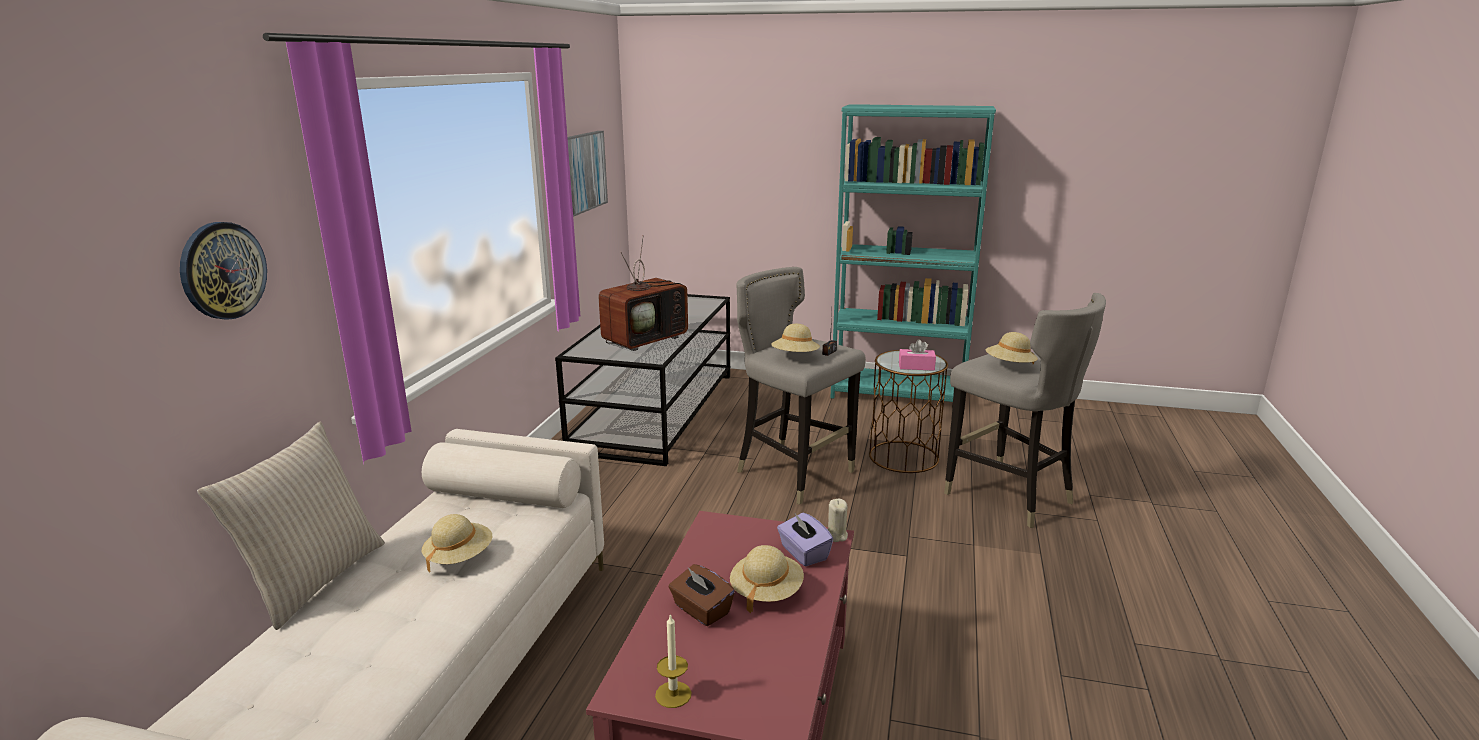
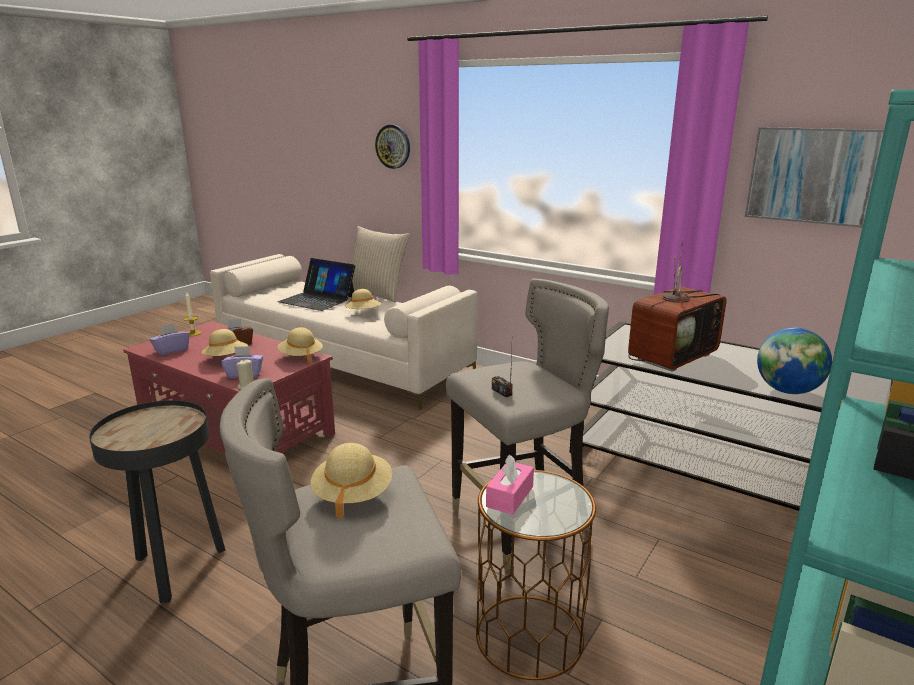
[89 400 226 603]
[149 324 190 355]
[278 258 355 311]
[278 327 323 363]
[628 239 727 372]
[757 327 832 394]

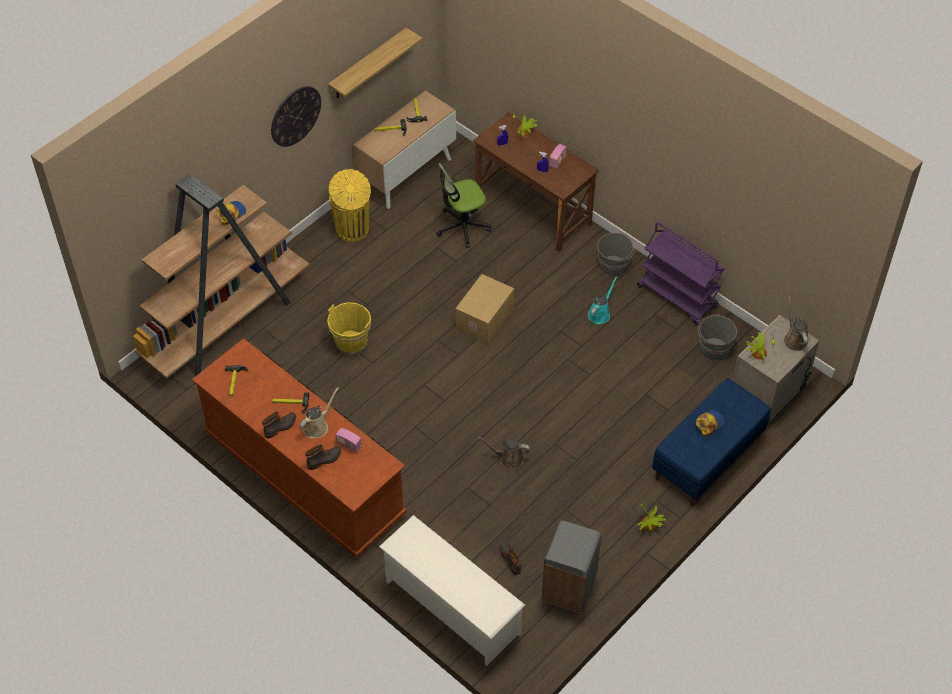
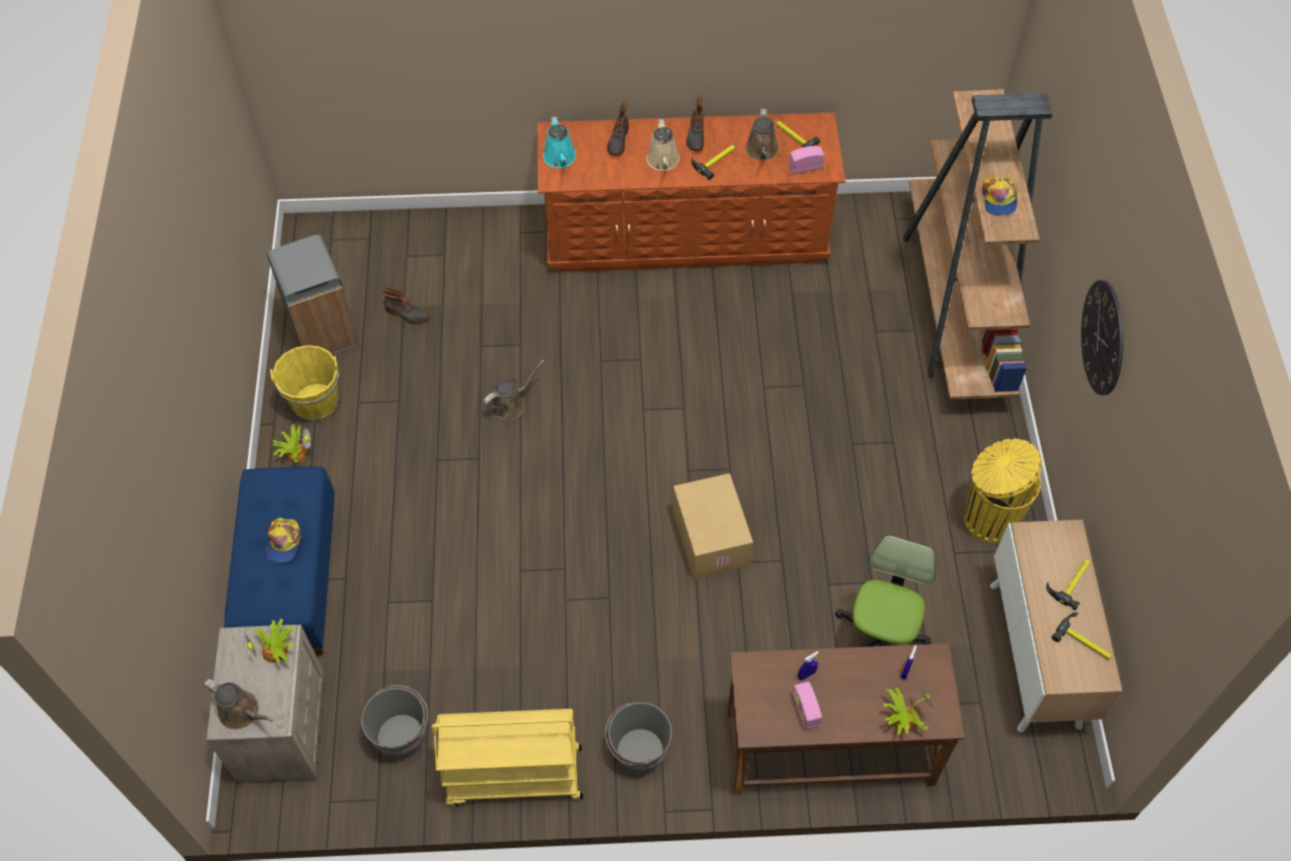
[270 345 339 422]
[432 709 583 806]
[543 116 576 168]
[746 109 778 161]
[789 146 825 174]
[328 28 422 98] (first image)
[379 515 525 666] (first image)

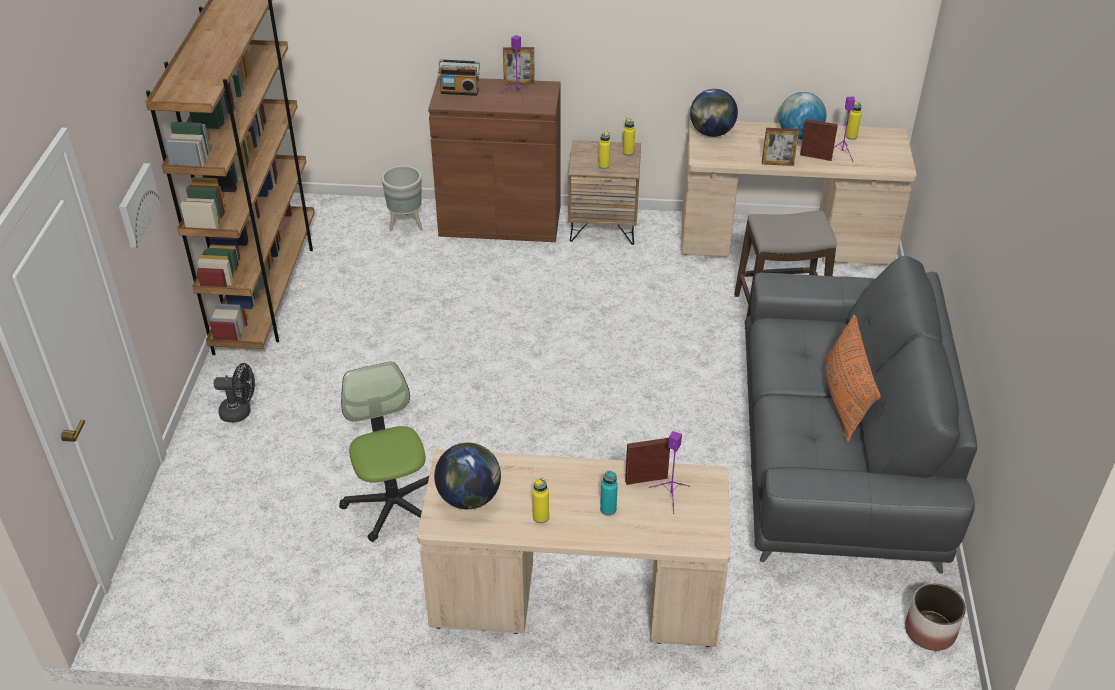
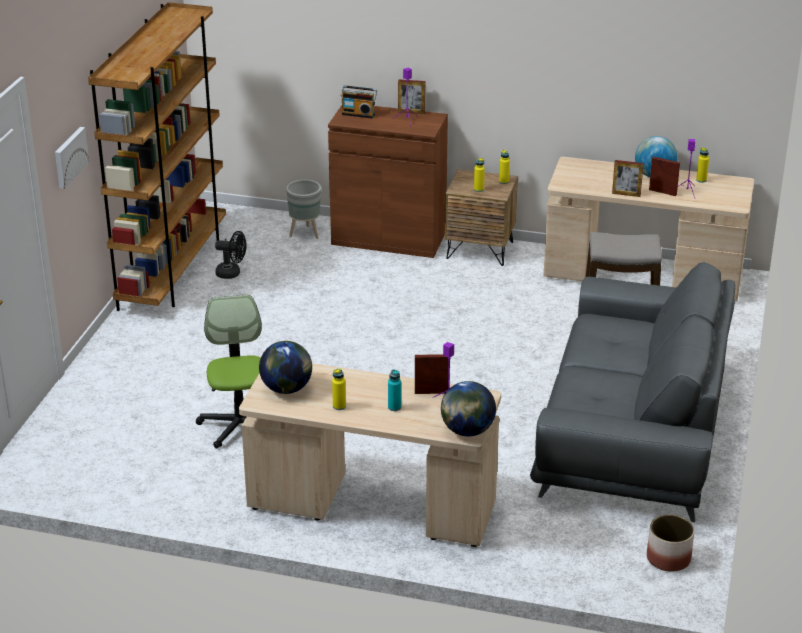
[215 231 247 279]
[441 381 496 436]
[824 315 881 442] (first image)

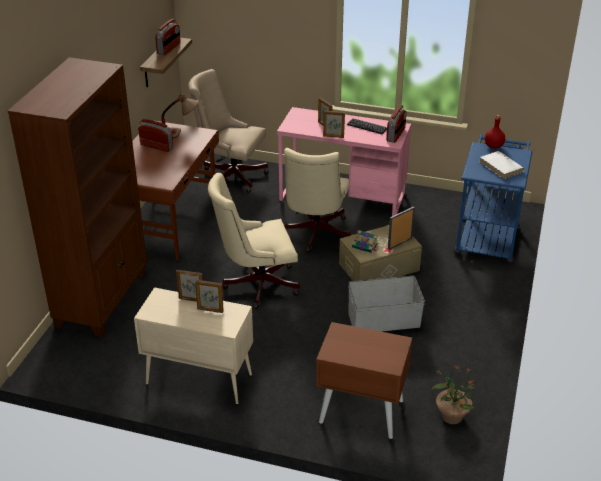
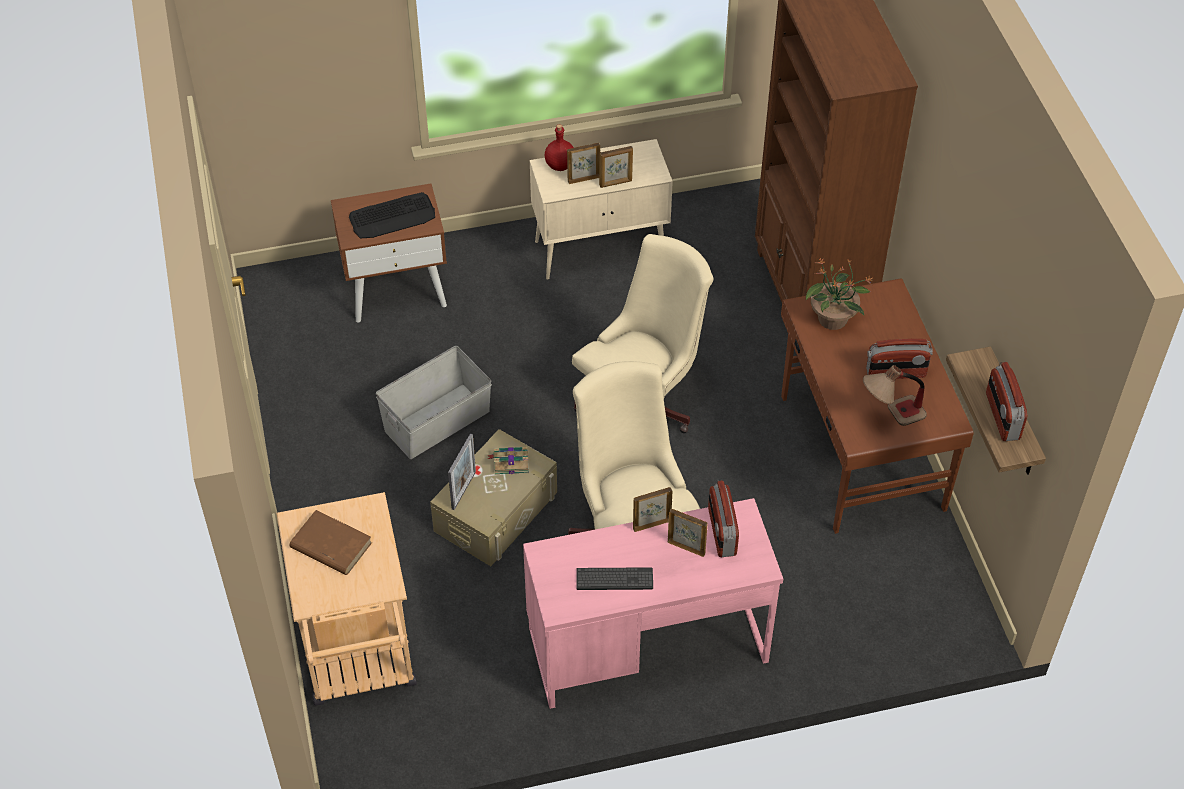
[276 492 417 706]
[289 510 372 575]
[349 192 435 238]
[544 124 574 171]
[708 480 739 557]
[806 258 873 330]
[188 69 269 193] (first image)

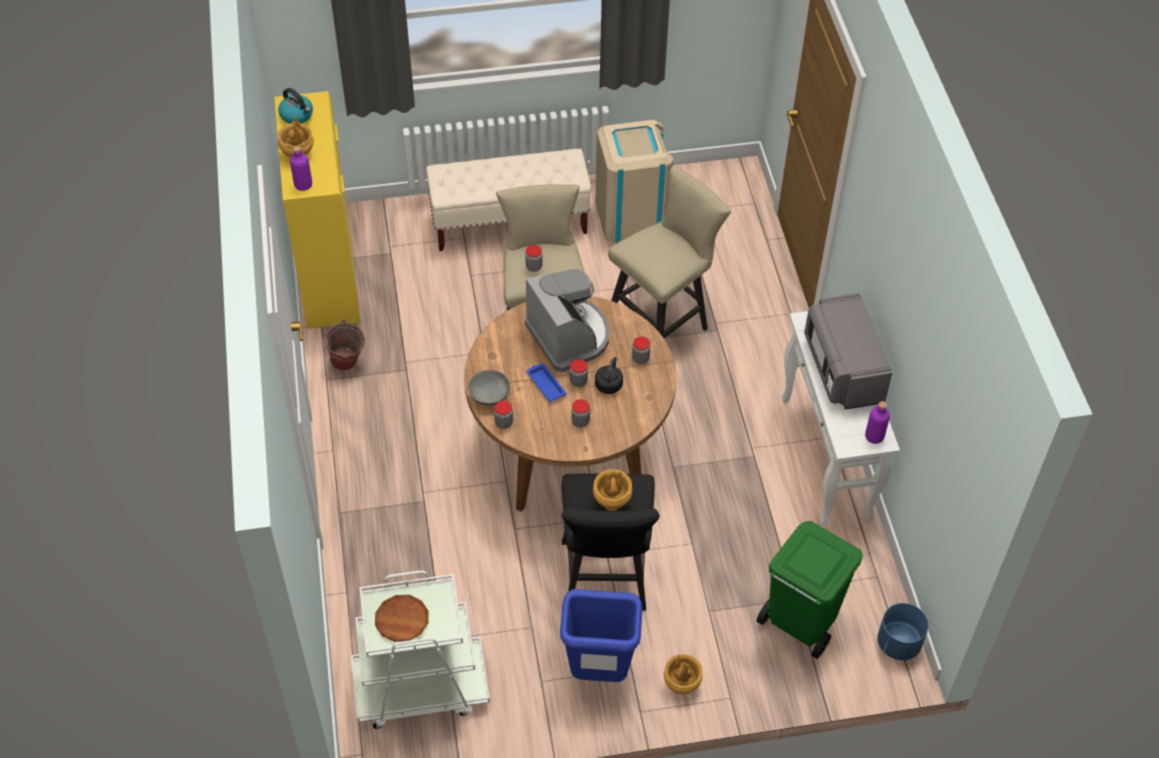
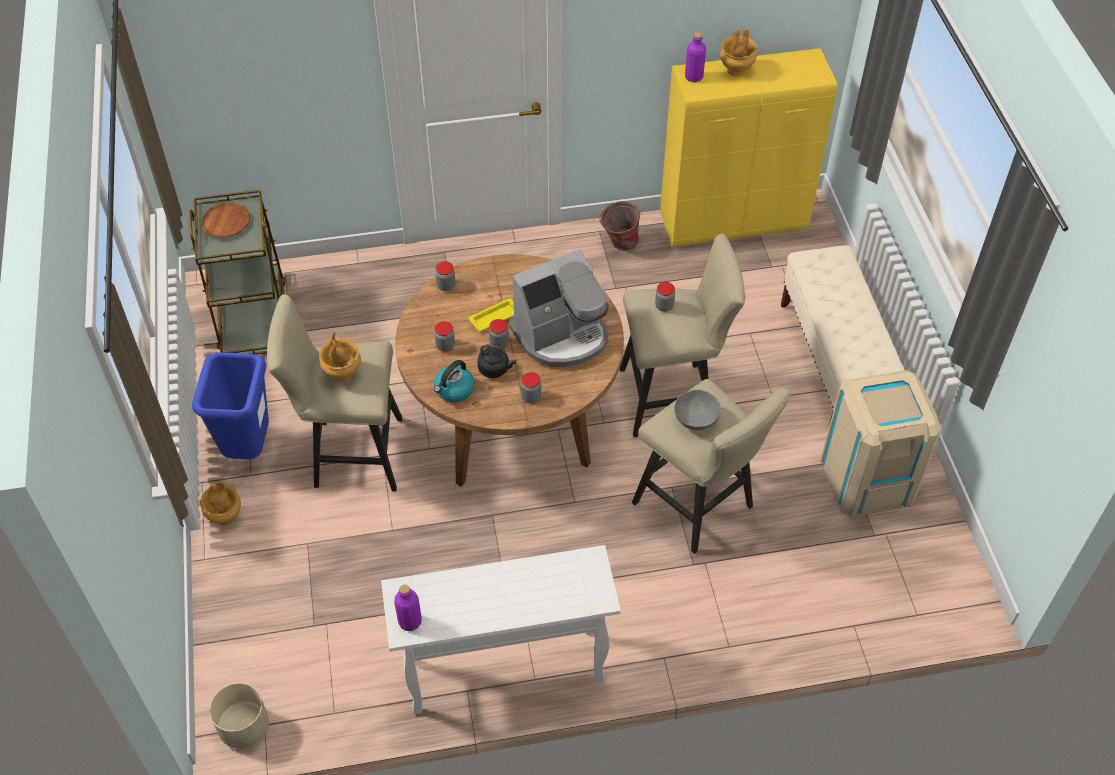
[189 190 287 355]
[209 683 269 749]
[267 294 402 491]
[434 360 475 402]
[469 298 514 331]
[674 390 721 430]
[757 521 863 659] (first image)
[804 293 892 410] (first image)

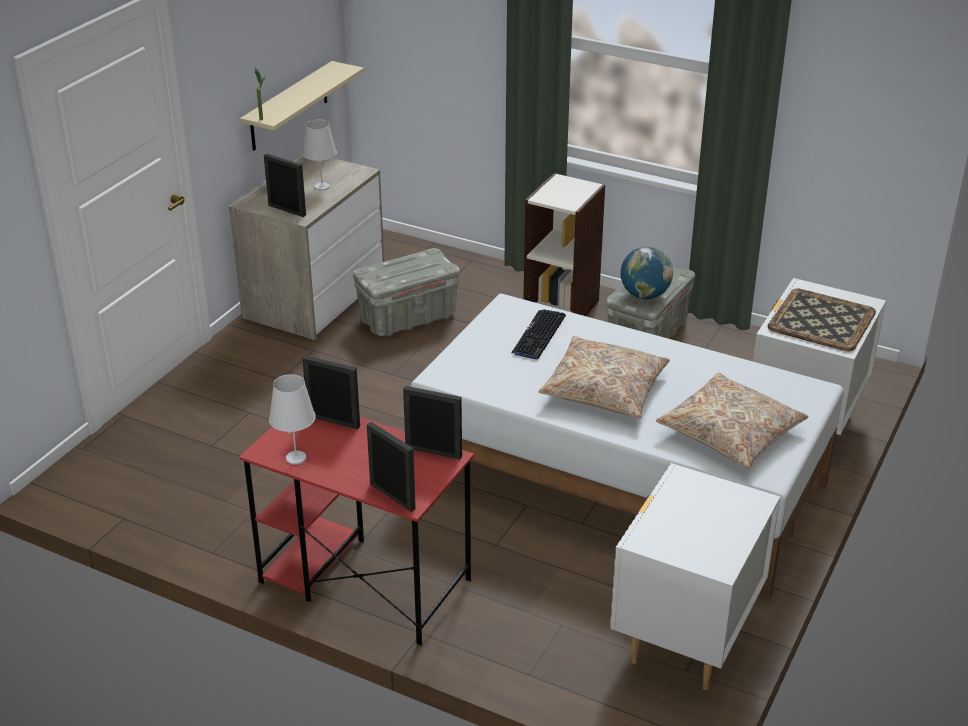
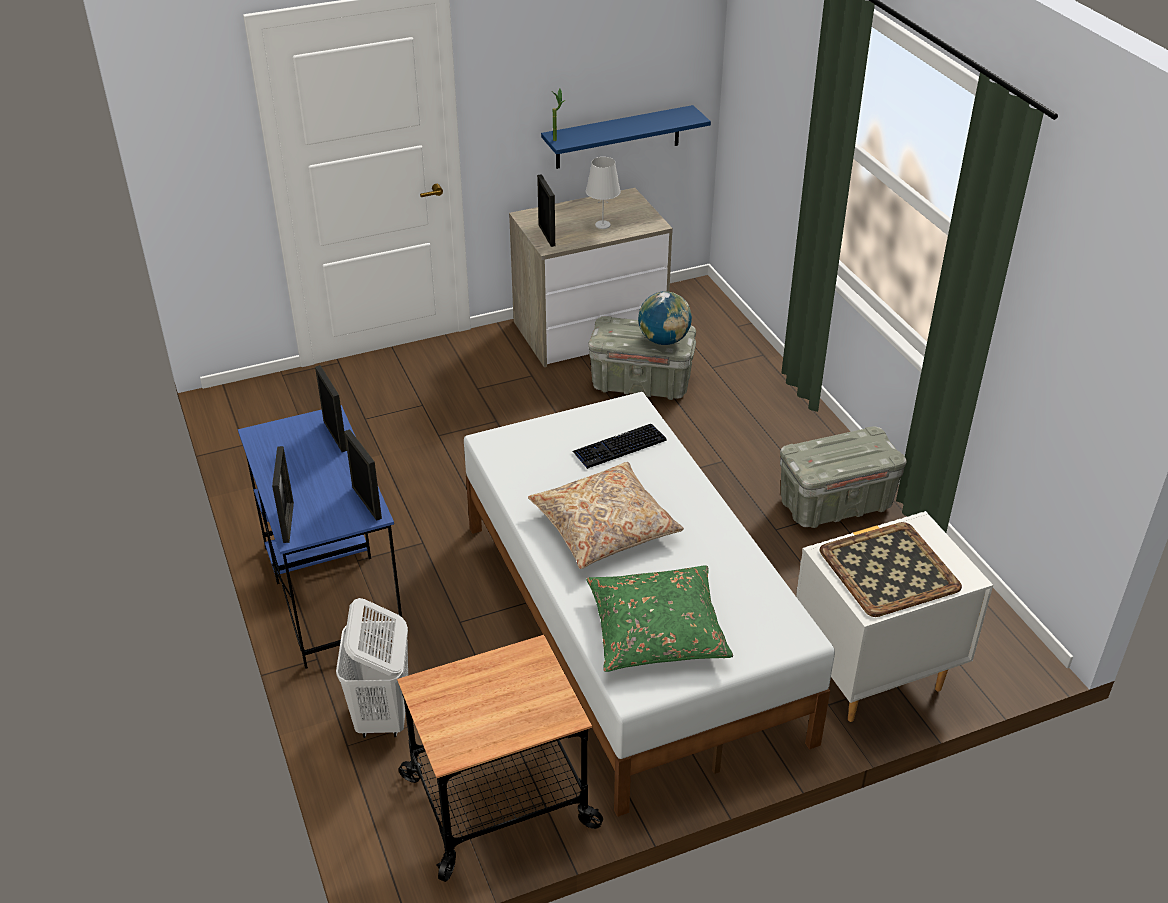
[238 405 402 669]
[336 598 408 738]
[397 635 603 882]
[541 105 711 169]
[586 565 733 672]
[638 291 692 345]
[269 374 316 464] (first image)
[523 173 605 316] (first image)

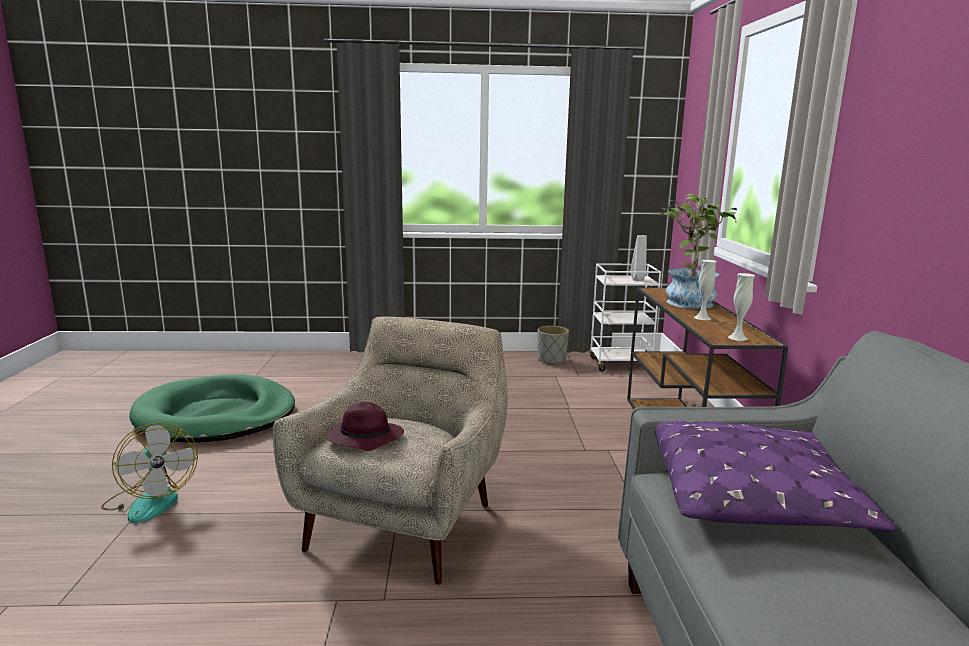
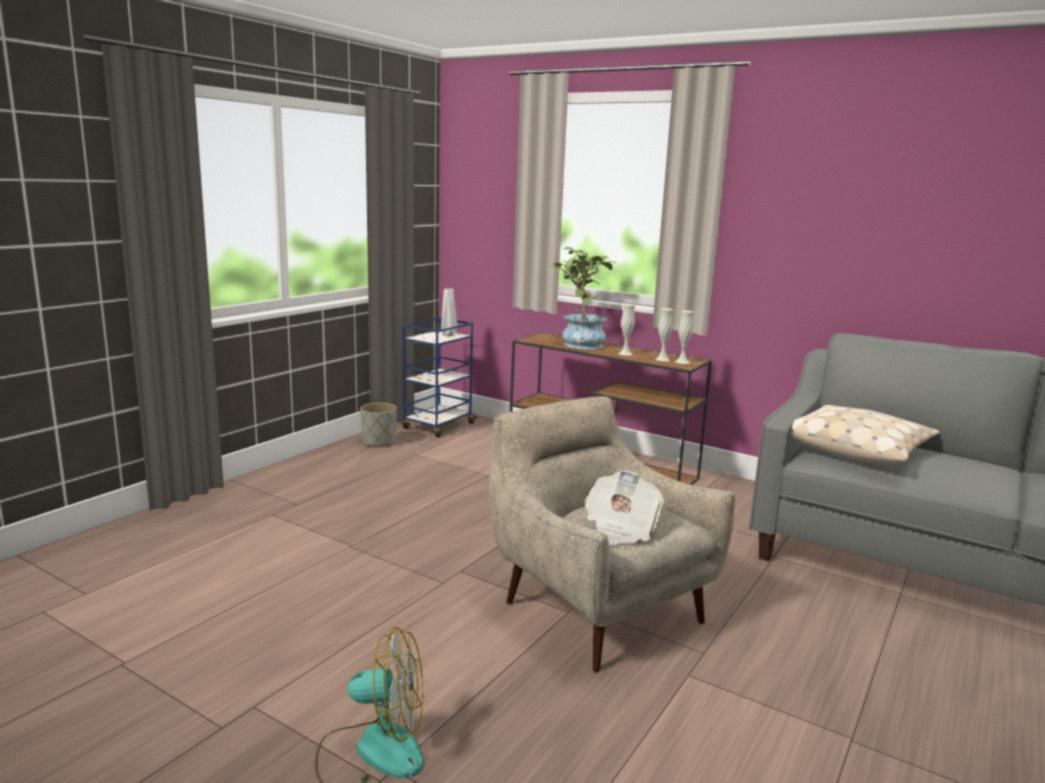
[402 317 477 437]
[584 470 664 545]
[656 308 673 361]
[791 405 940 463]
[129 374 295 443] (first image)

